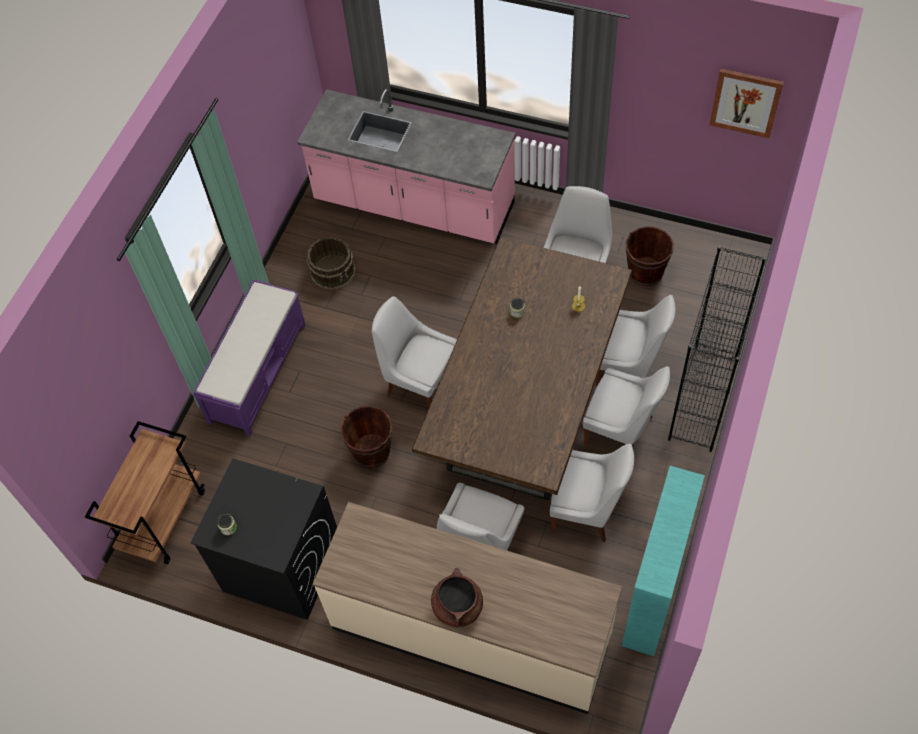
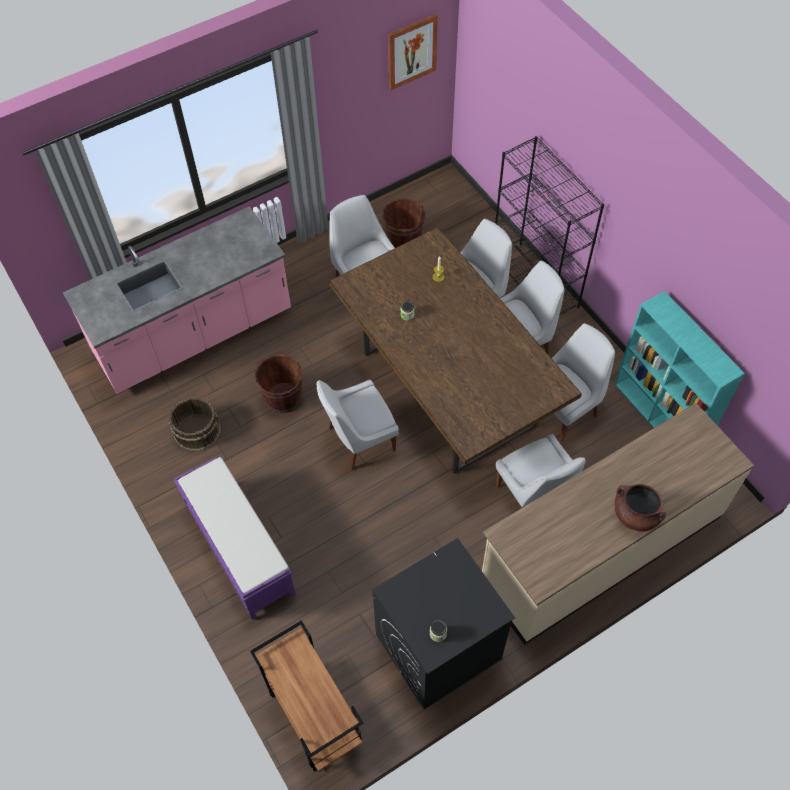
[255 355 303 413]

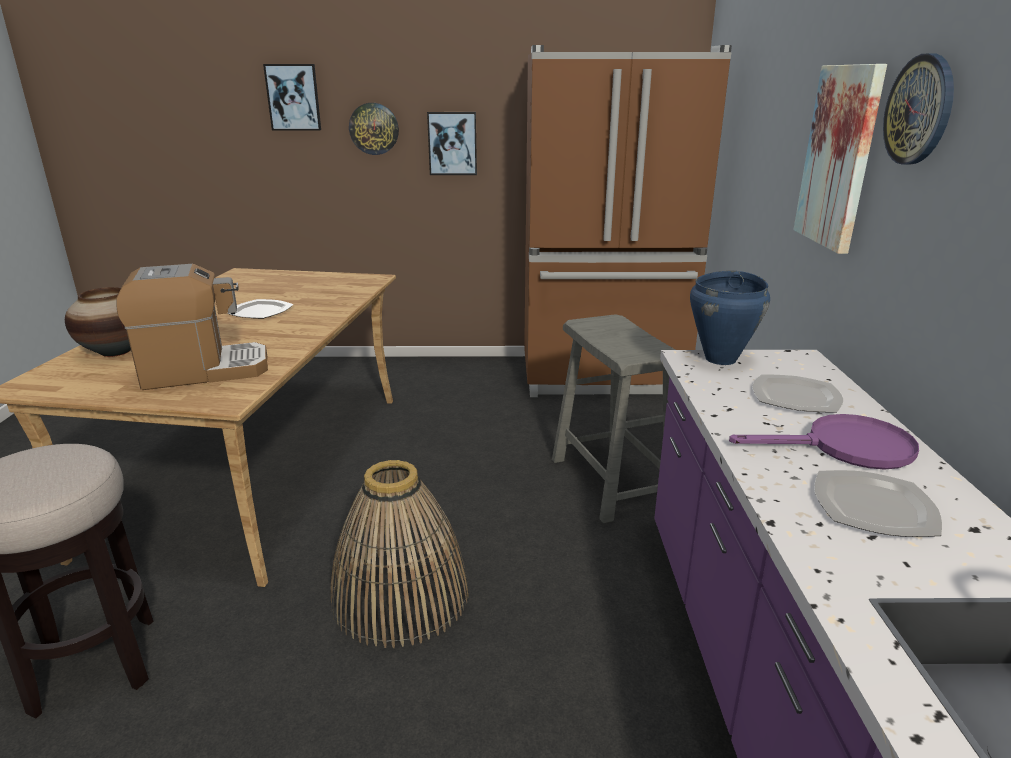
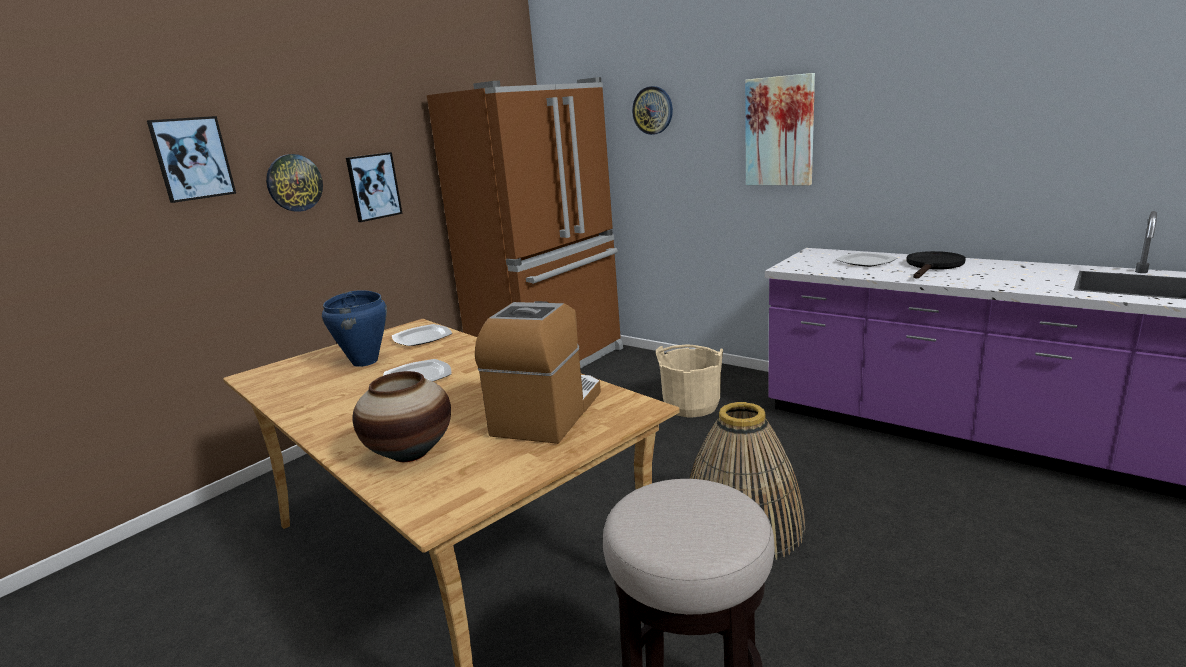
[322 290 387 367]
[392 324 452 346]
[632 86 673 135]
[656 345 723 418]
[906 251 966 279]

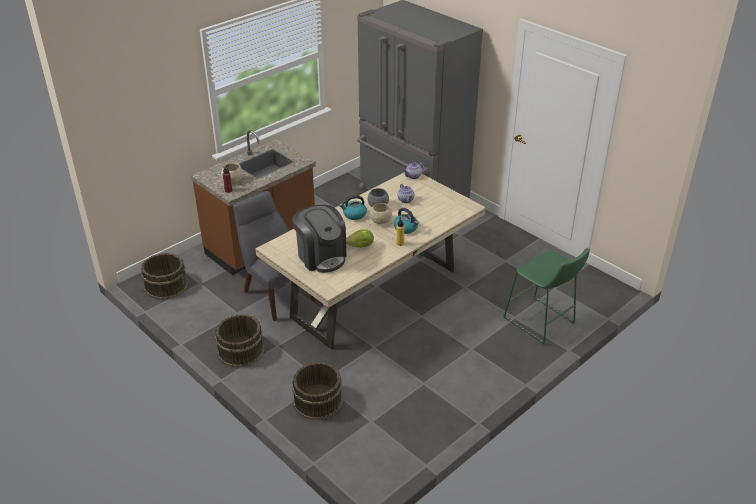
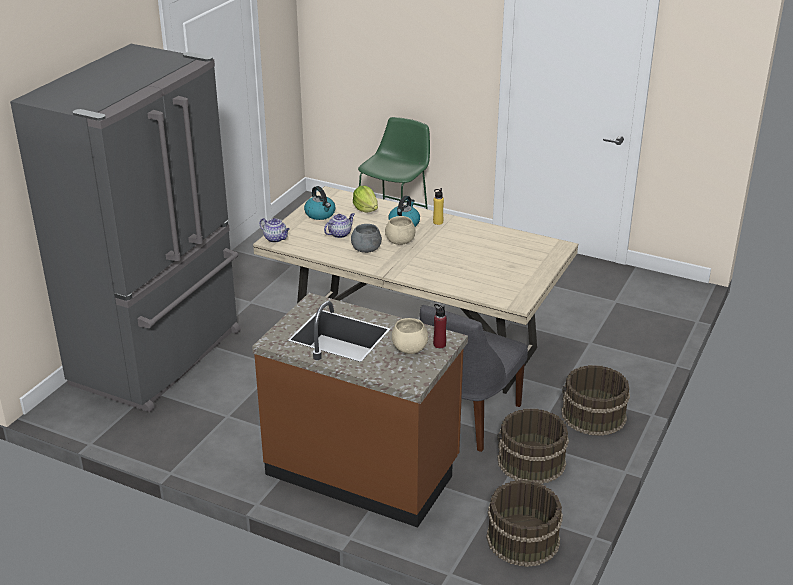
[304 186 336 220]
[353 185 378 212]
[497 409 569 484]
[292 205 346 273] (first image)

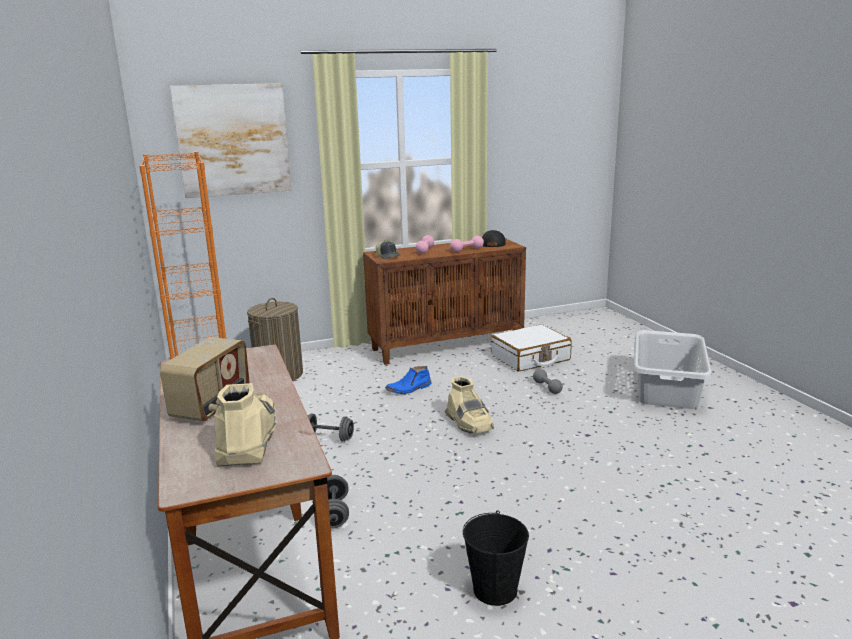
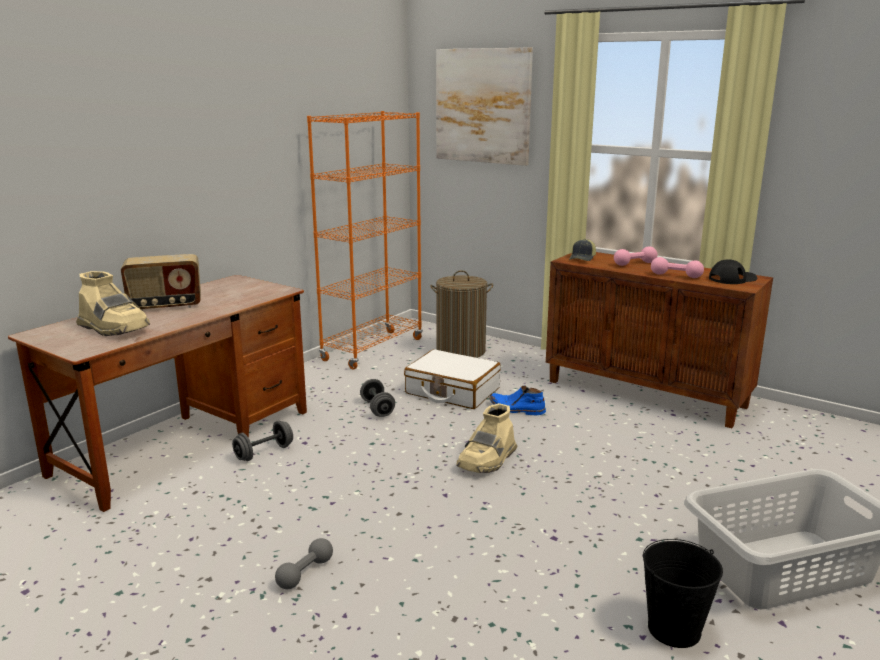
[76 271 150 336]
[275 538 333 589]
[404 349 501 409]
[643 539 723 648]

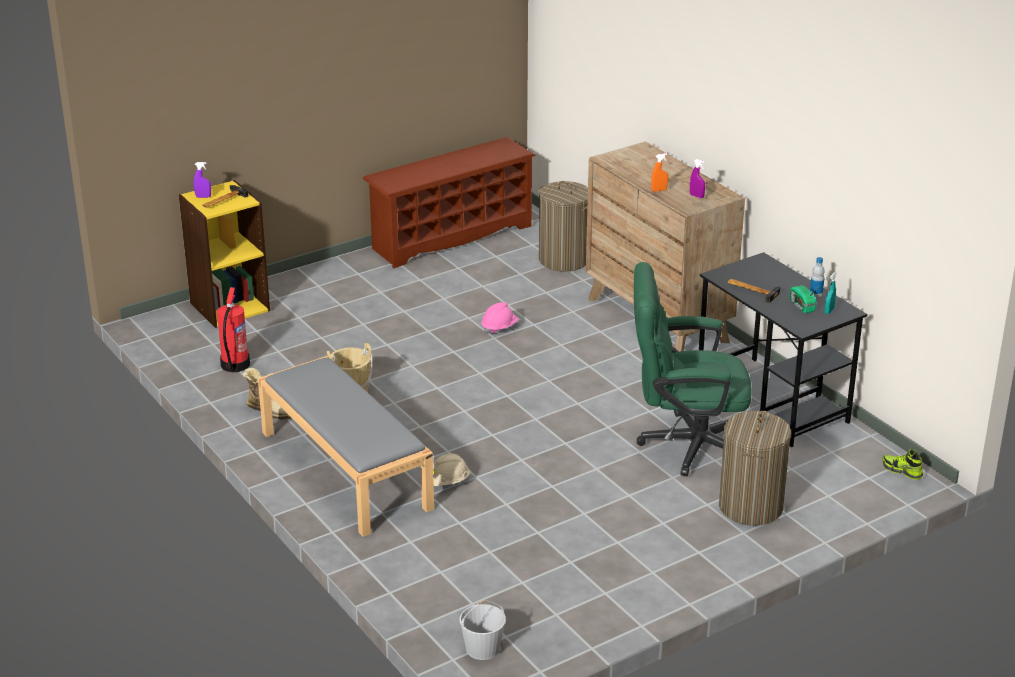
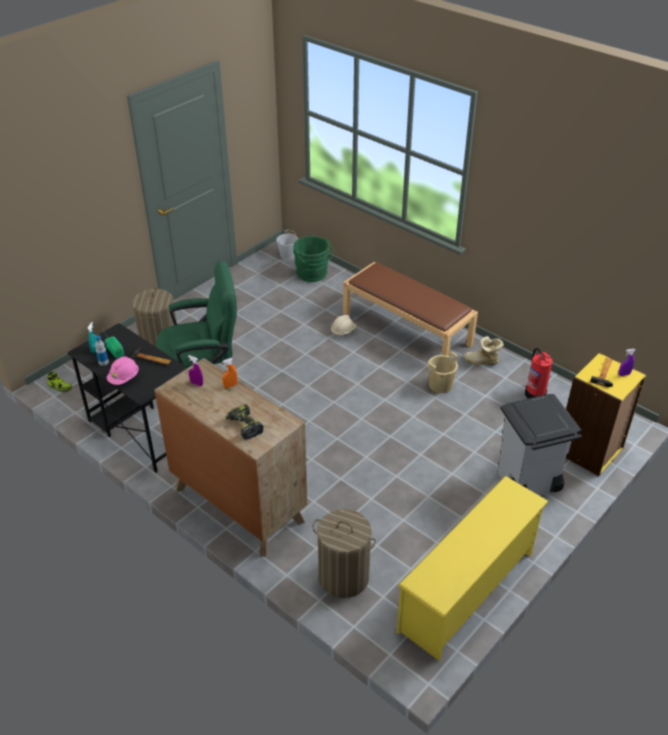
[107 356 139 385]
[225 404 264 440]
[293 236 334 282]
[343 262 478 356]
[397 476 549 660]
[497 394 582 496]

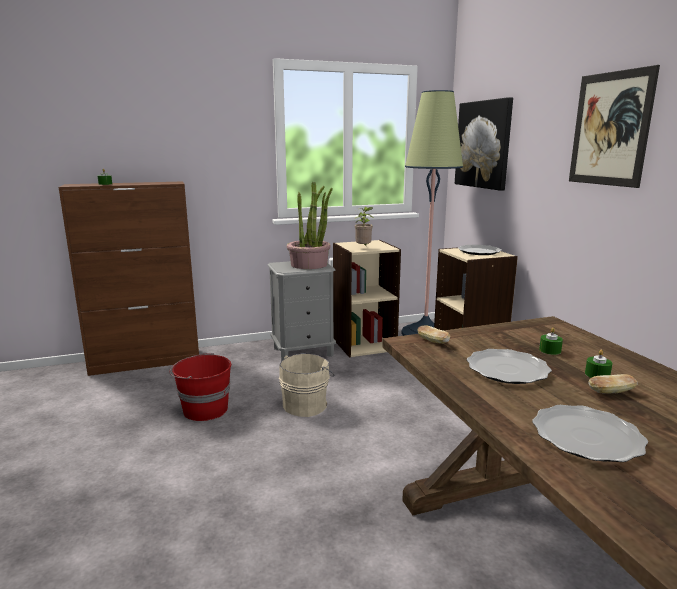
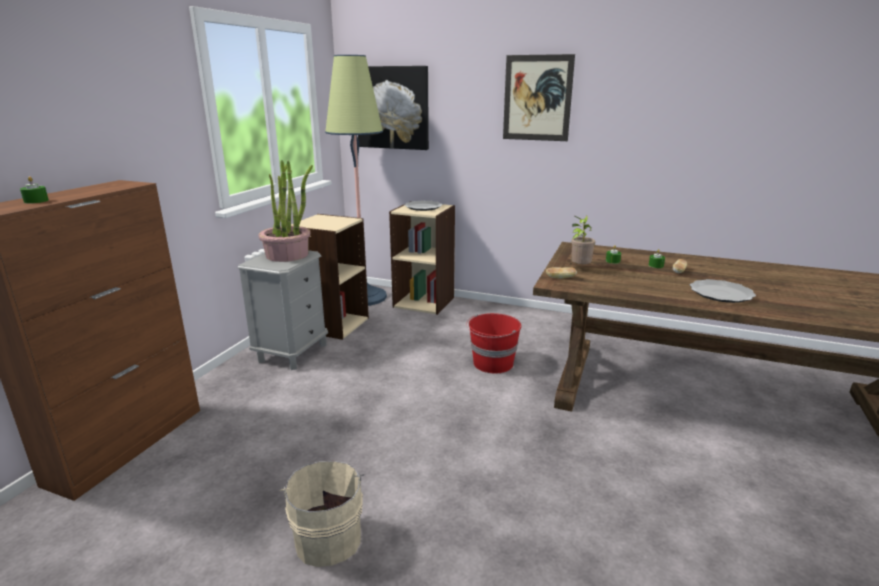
[279 461 364 567]
[466 313 521 374]
[570 216 595 265]
[467 349 552 384] (first image)

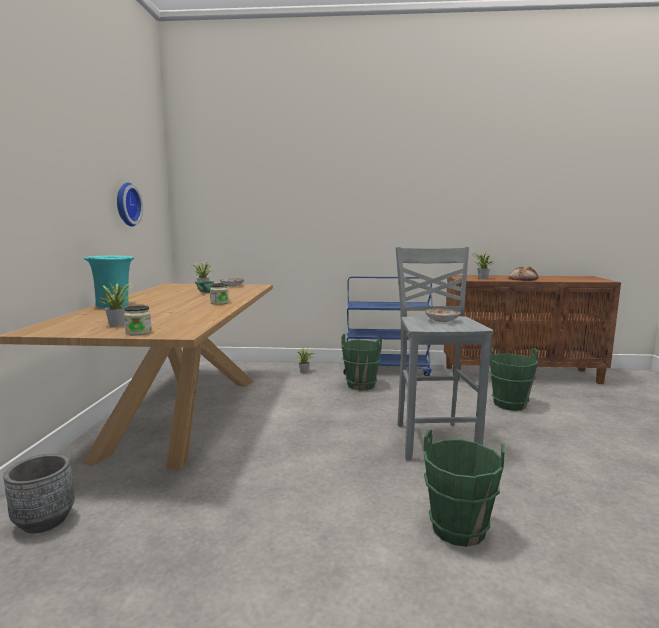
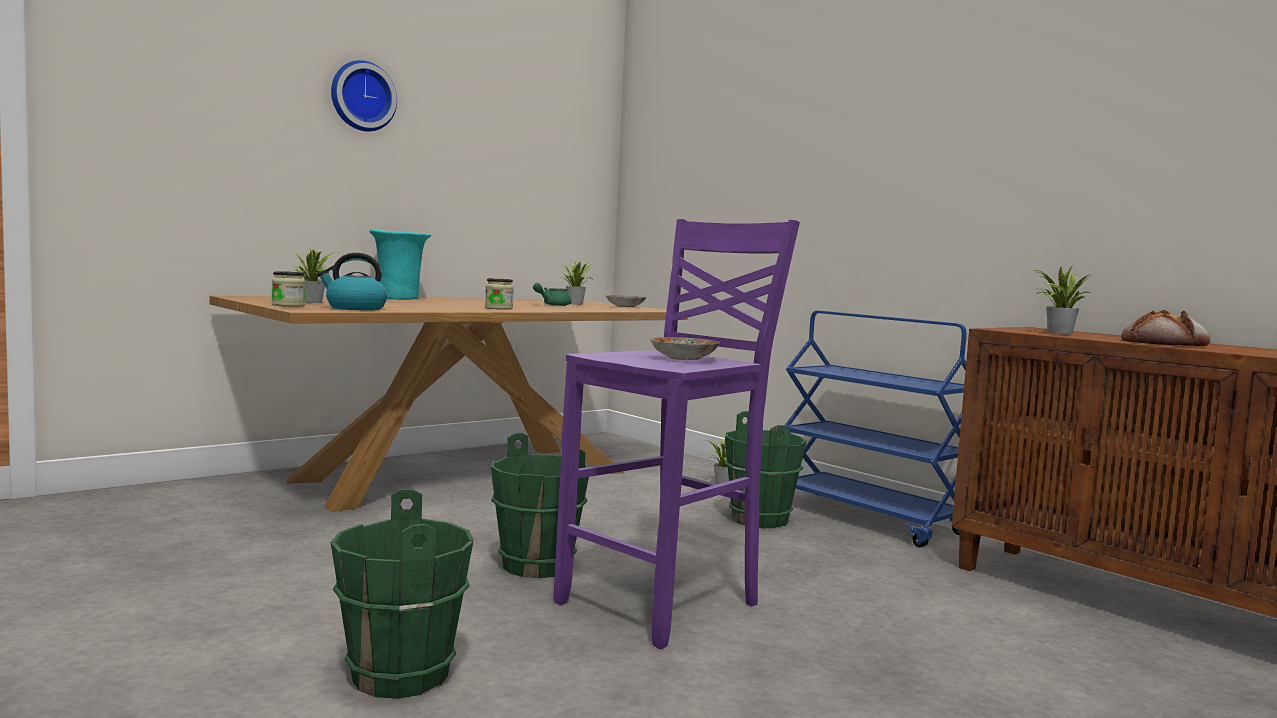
[317 253 387 310]
[331 60 397 131]
[490 433 589 578]
[554 219 800 649]
[3 454 75 533] (first image)

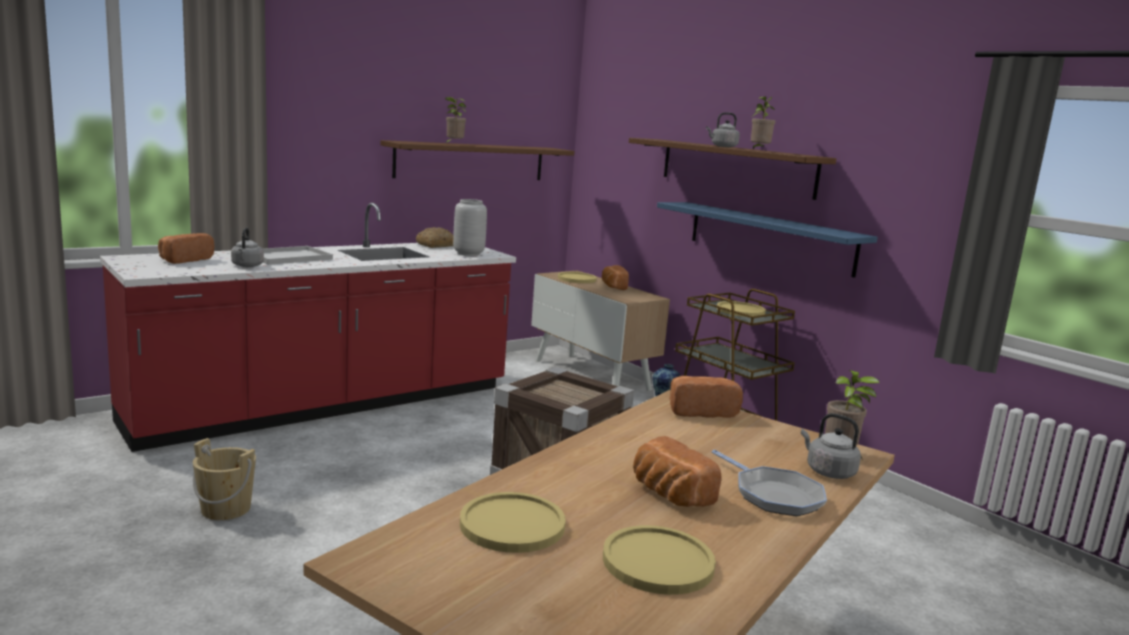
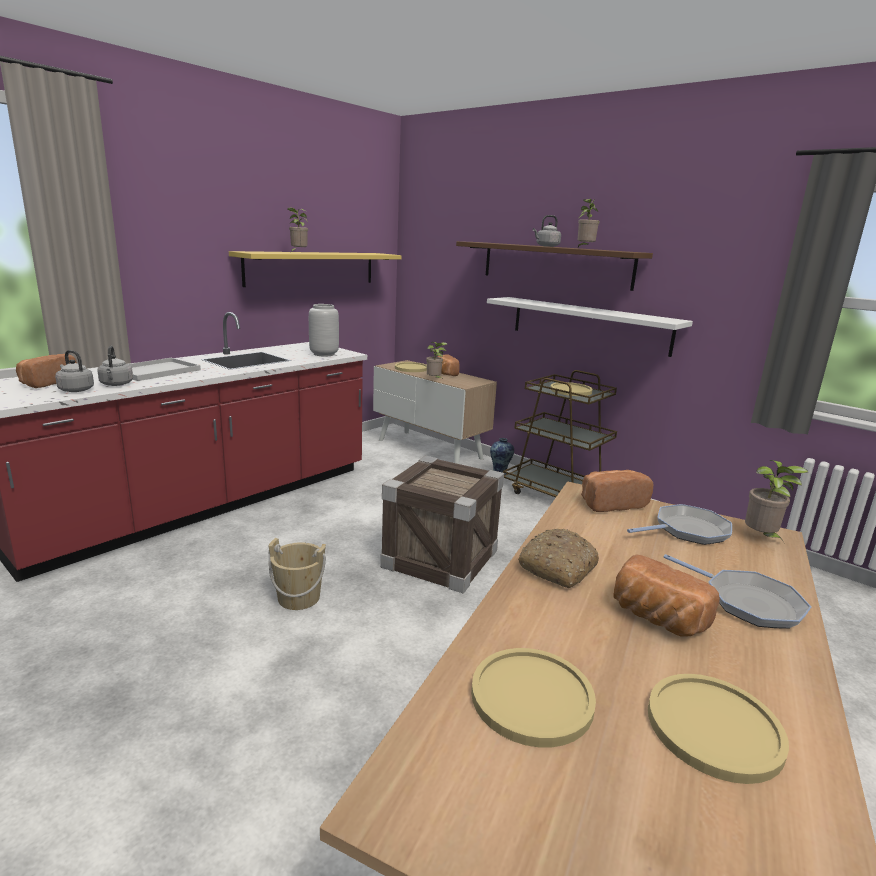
[55 350 94 392]
[229 251 402 287]
[269 538 326 610]
[426 342 447 378]
[487 297 693 357]
[518 528 599 588]
[627 504 732 545]

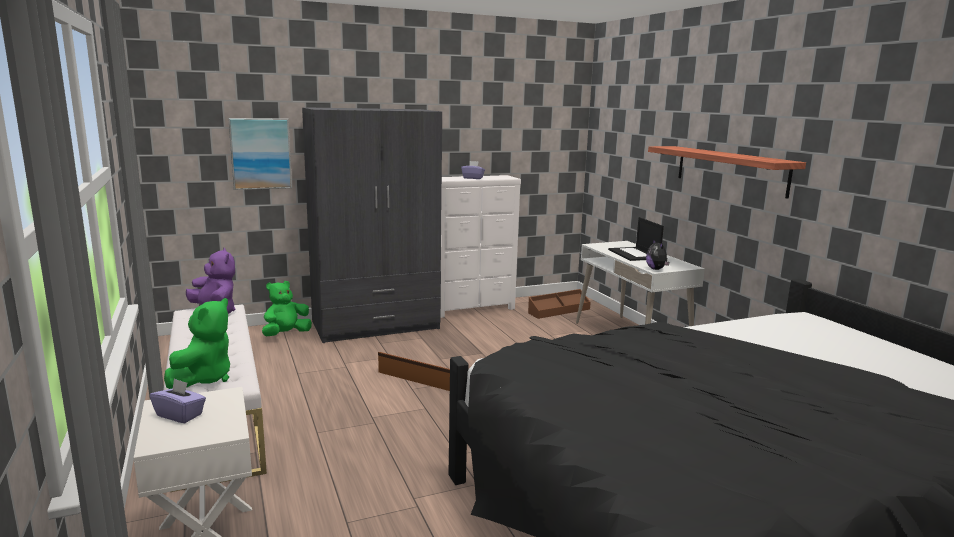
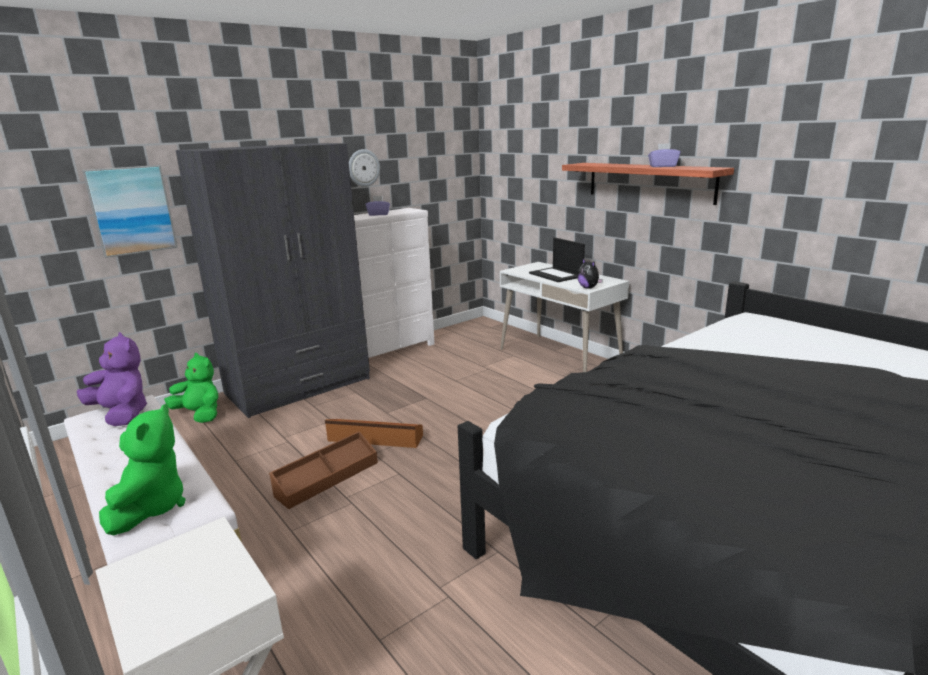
[164 353 218 423]
[269 431 378 509]
[349 149 380 187]
[648 143 681 167]

